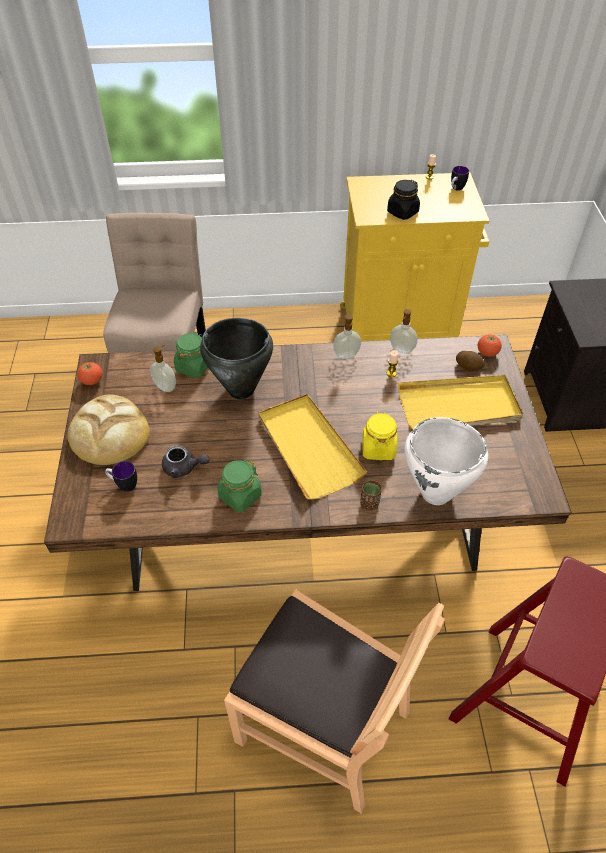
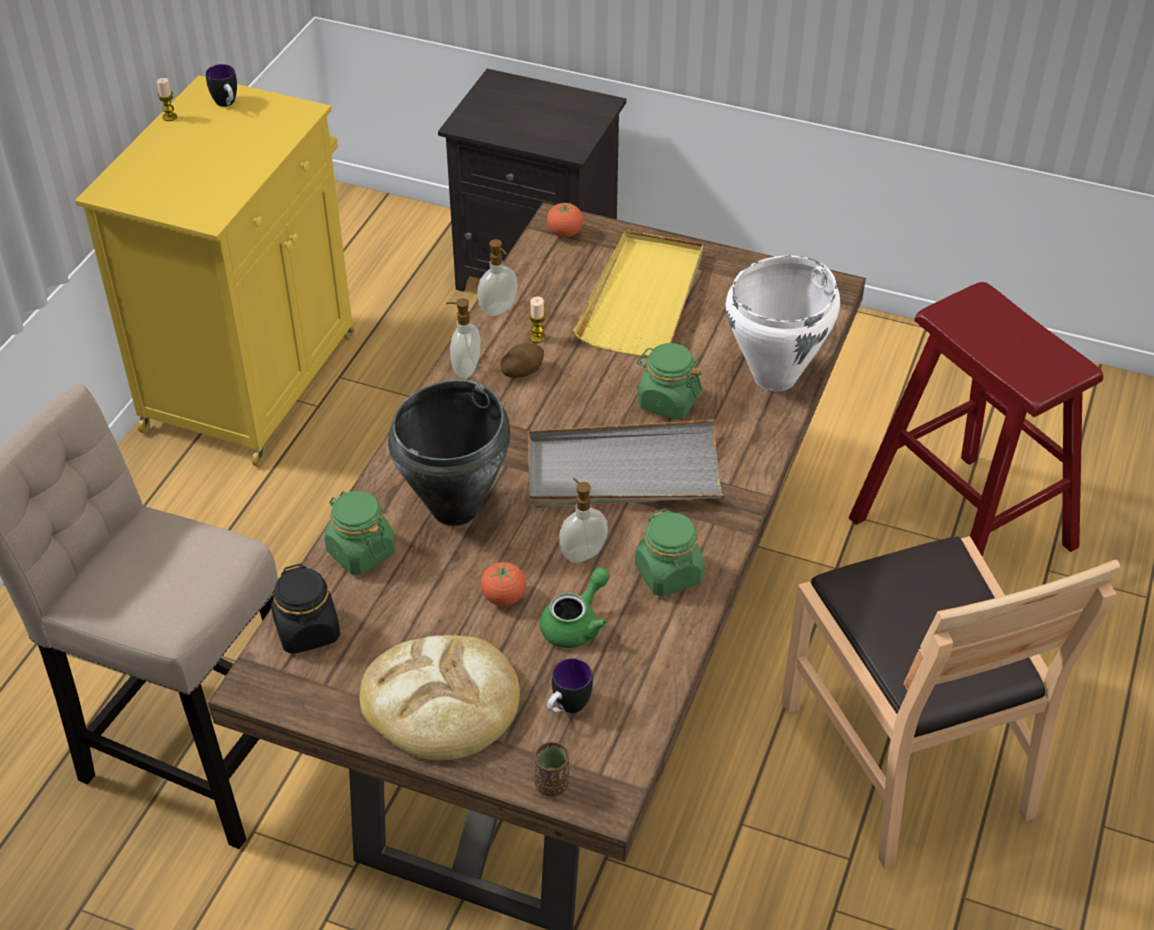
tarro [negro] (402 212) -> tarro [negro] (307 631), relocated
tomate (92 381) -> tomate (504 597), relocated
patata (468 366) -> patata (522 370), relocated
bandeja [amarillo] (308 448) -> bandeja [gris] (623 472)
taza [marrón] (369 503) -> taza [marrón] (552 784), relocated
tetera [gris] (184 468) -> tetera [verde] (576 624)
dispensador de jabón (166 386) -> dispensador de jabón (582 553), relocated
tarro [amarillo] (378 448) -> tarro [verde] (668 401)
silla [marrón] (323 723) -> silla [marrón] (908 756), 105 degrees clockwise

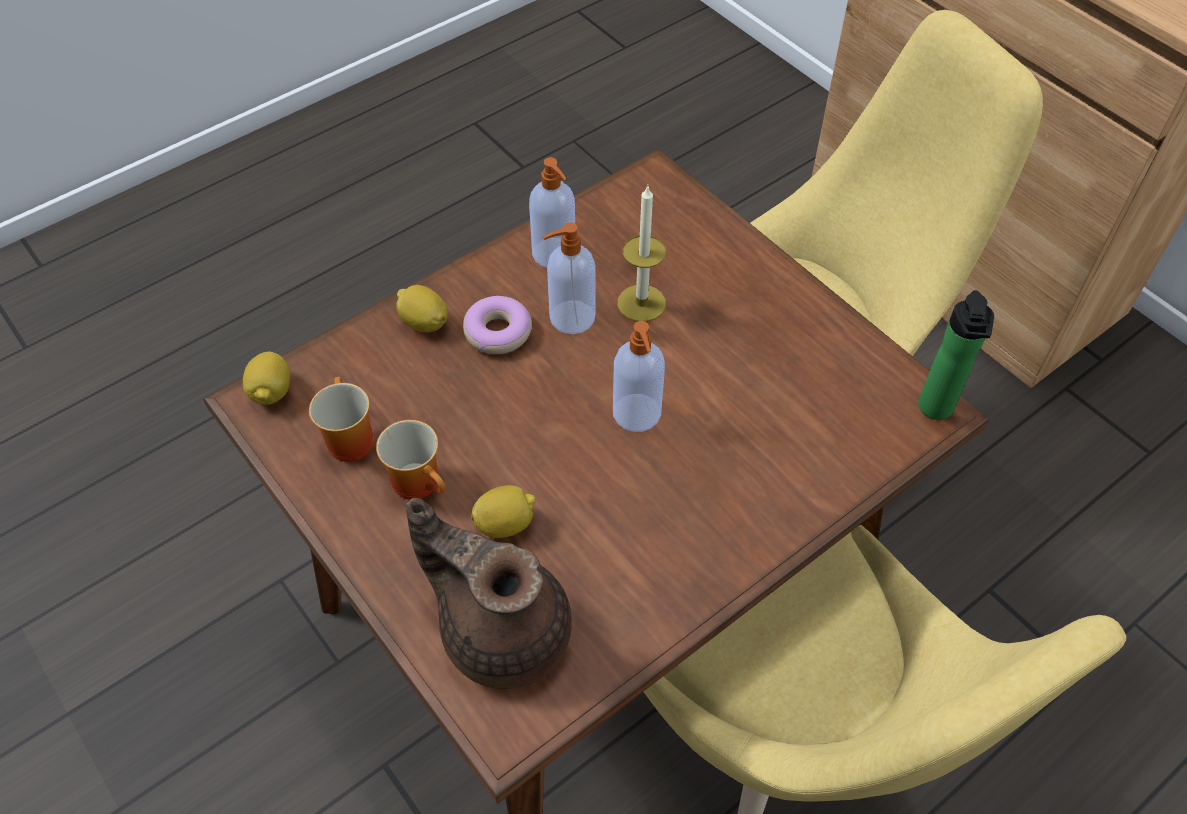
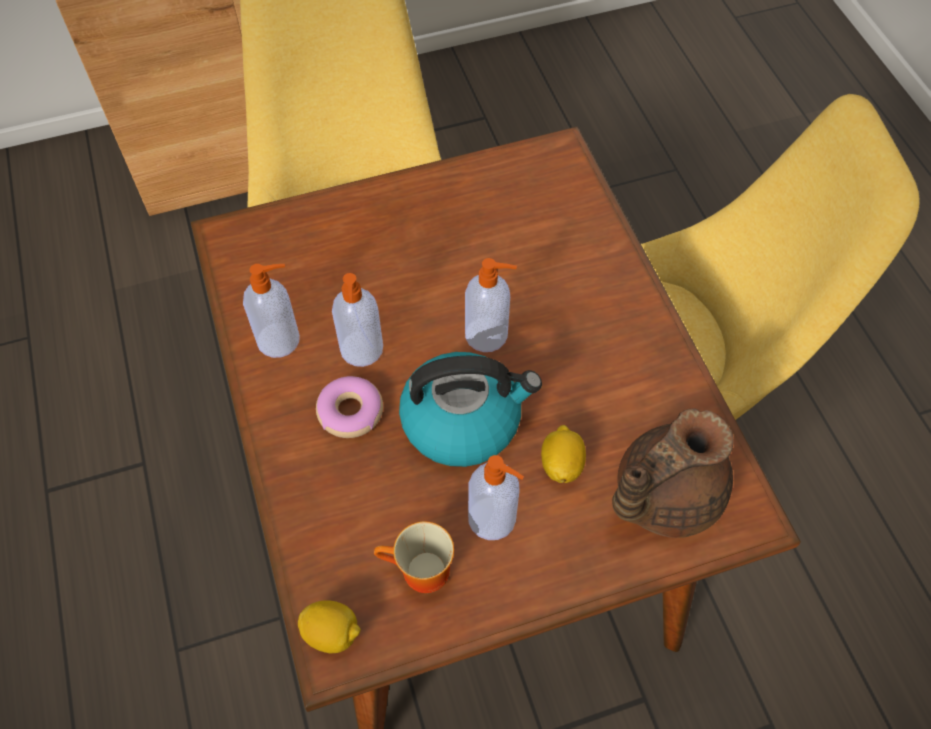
none -> hervidor (463 420)
taza grande (421 481) -> dispensador de jabón (493 519)
limón (424 322) -> none
vela (641 303) -> none
botella (935 411) -> none

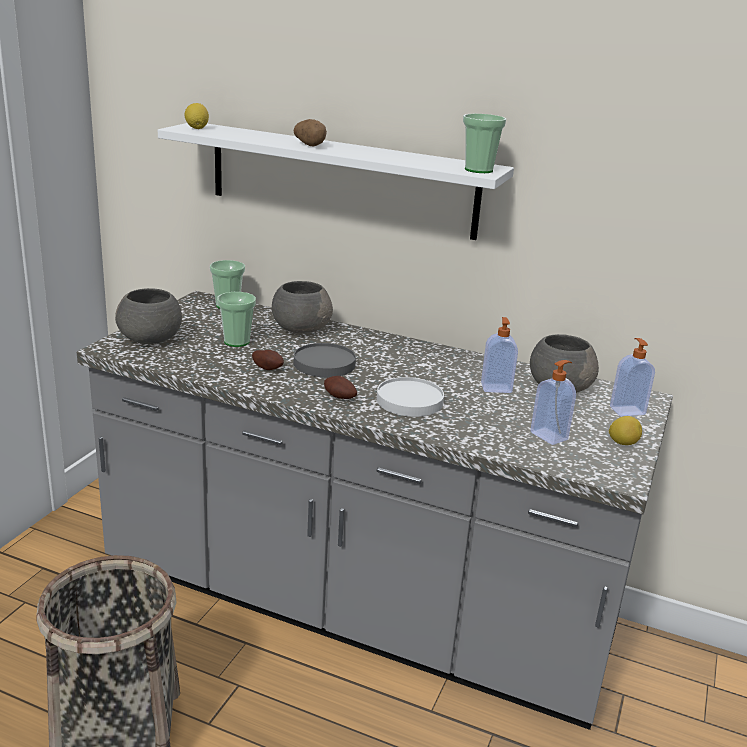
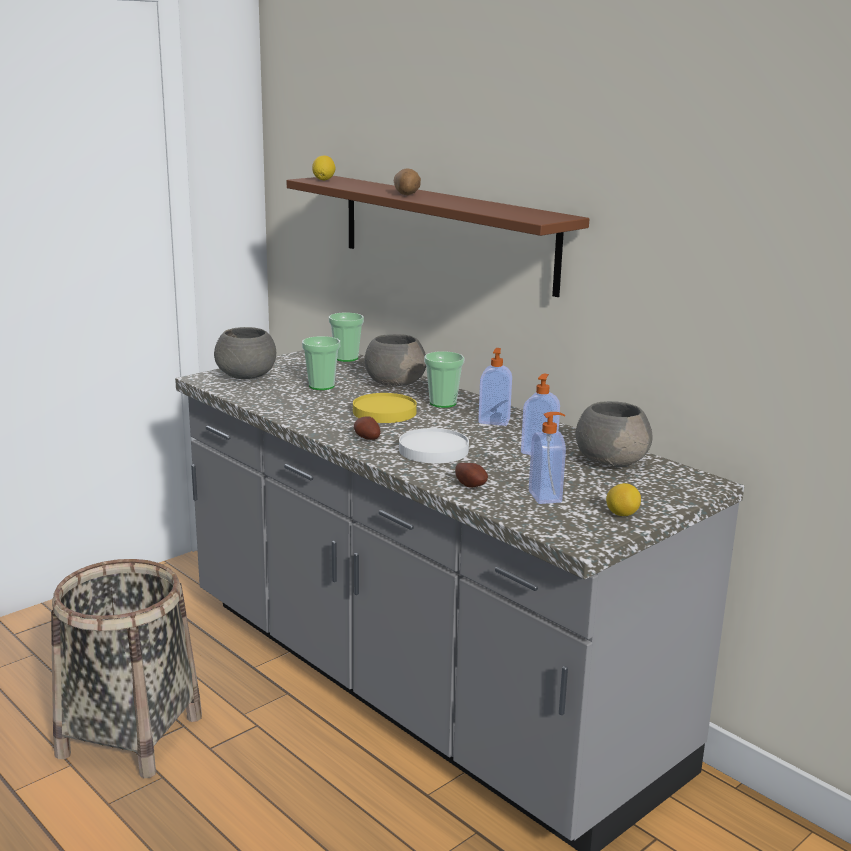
estante [blanco] (341 179) -> estante [marrón] (445 232)
plato [gris] (324 364) -> plato [amarillo] (384 412)
taza (478 170) -> taza (443 403), relocated
patata (268 368) -> patata (471 485), relocated
dispensador de jabón (626 410) -> dispensador de jabón (494 421), relocated

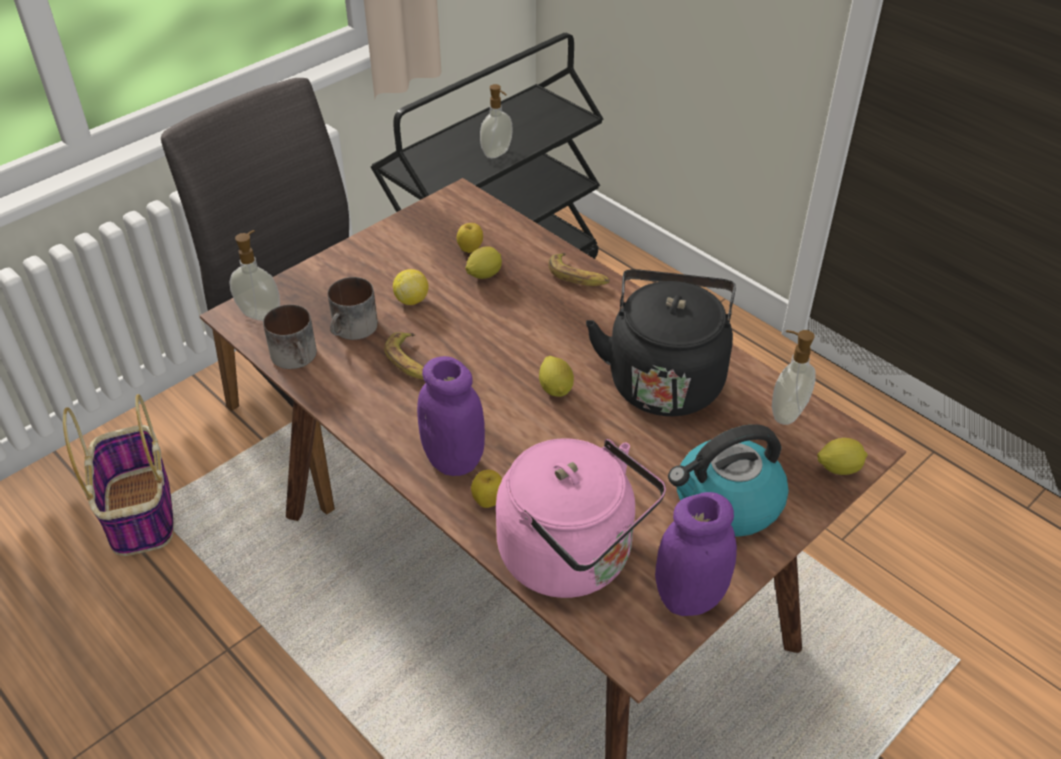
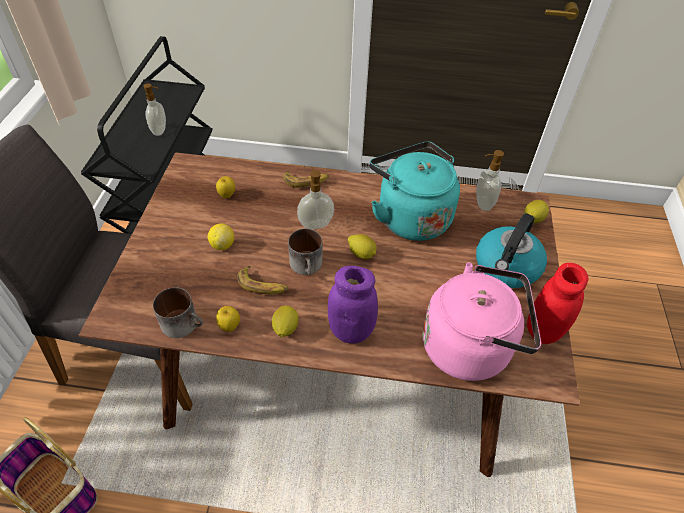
manzana (488 501) -> manzana (229 326), relocated
limón (483 275) -> limón (285 328), relocated
taza grande (353 329) -> taza grande (308 266), relocated
dispensador de jabón (260 313) -> dispensador de jabón (315 224), relocated
hervidor [negro] (664 378) -> hervidor [turquesa] (410 216)
tarro [morado] (689 598) -> tarro [rojo] (543 330)

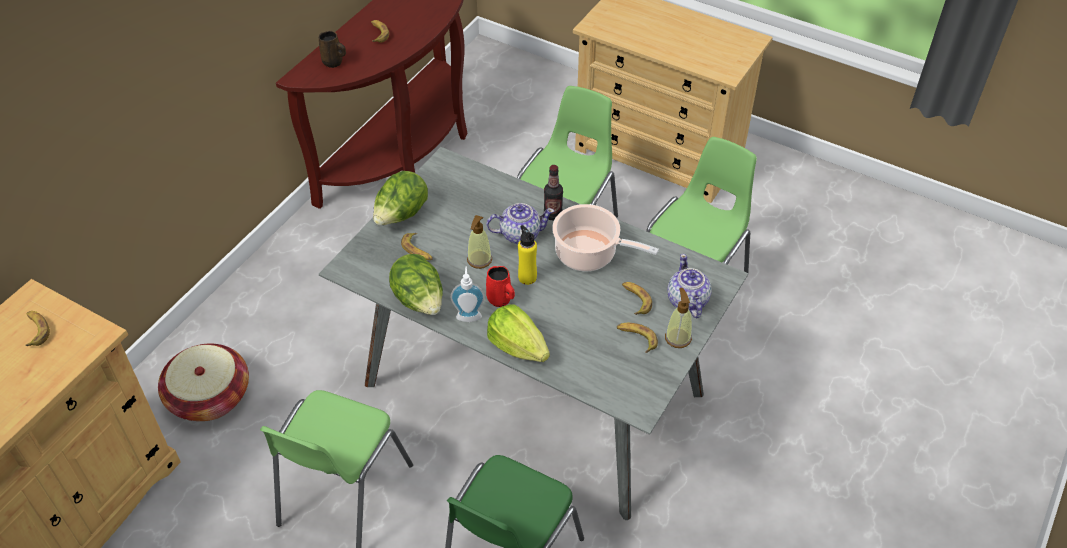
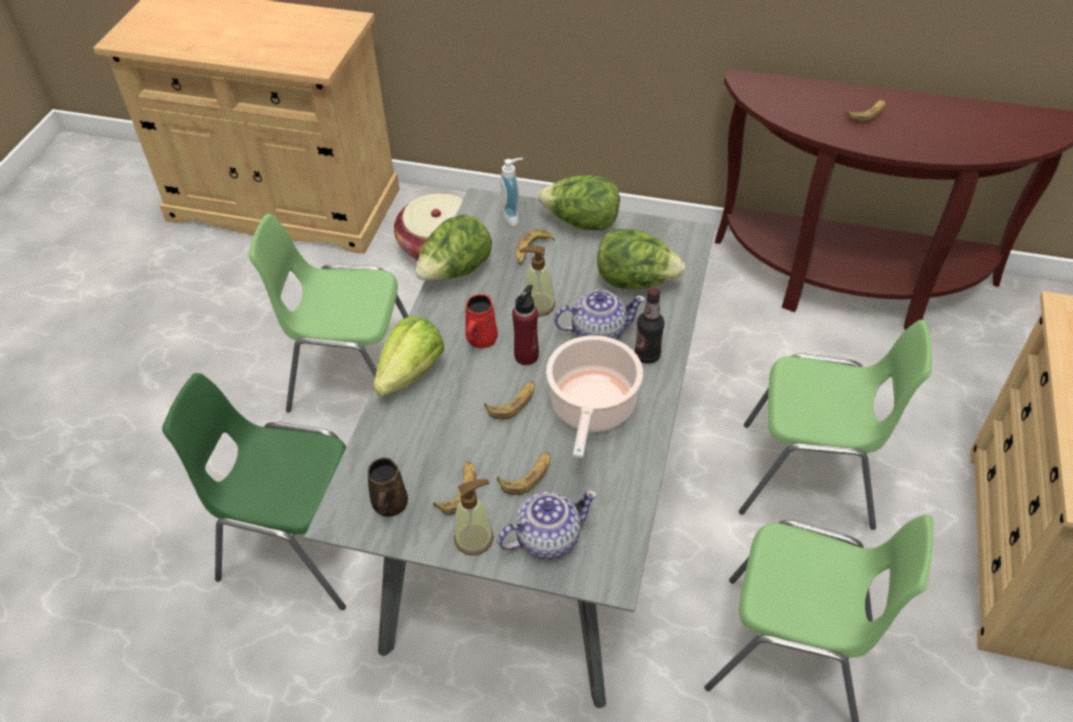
taza grande [marrón] (333 62) -> taza grande [marrón] (389 505), relocated
plátano (36 330) -> plátano (513 402), relocated
dispensador de jabón (468 314) -> dispensador de jabón (514 216), relocated
botella [amarillo] (527 277) -> botella [rojo] (526 356)
tetera (519 234) -> tetera (597 331), 75 degrees counterclockwise
none -> lechuga (635 281)

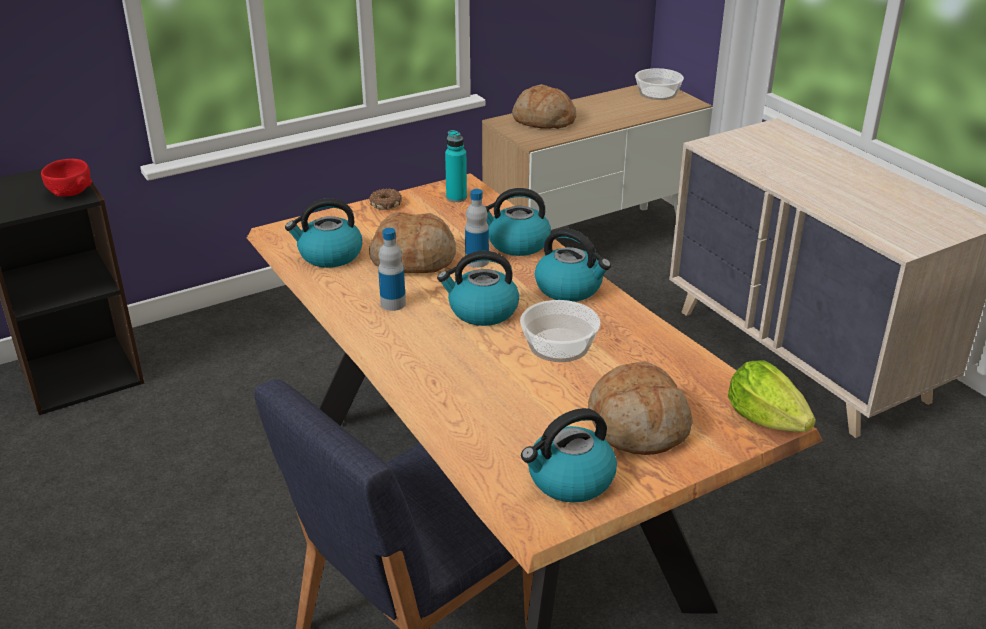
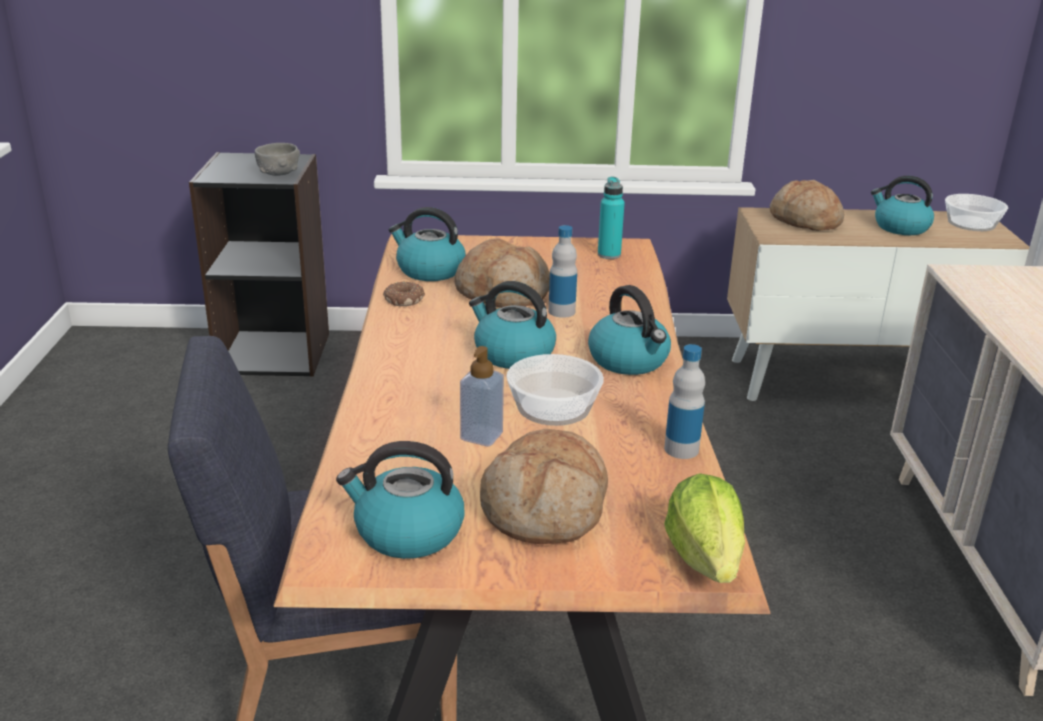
cuenco [rojo] (70 193) -> cuenco [gris] (279 174)
rosquilla (385 204) -> rosquilla (404 299), relocated
none -> dispensador de jabón (481 436)
botella (393 304) -> botella (681 449), relocated
hervidor (517 244) -> hervidor (900 227), relocated

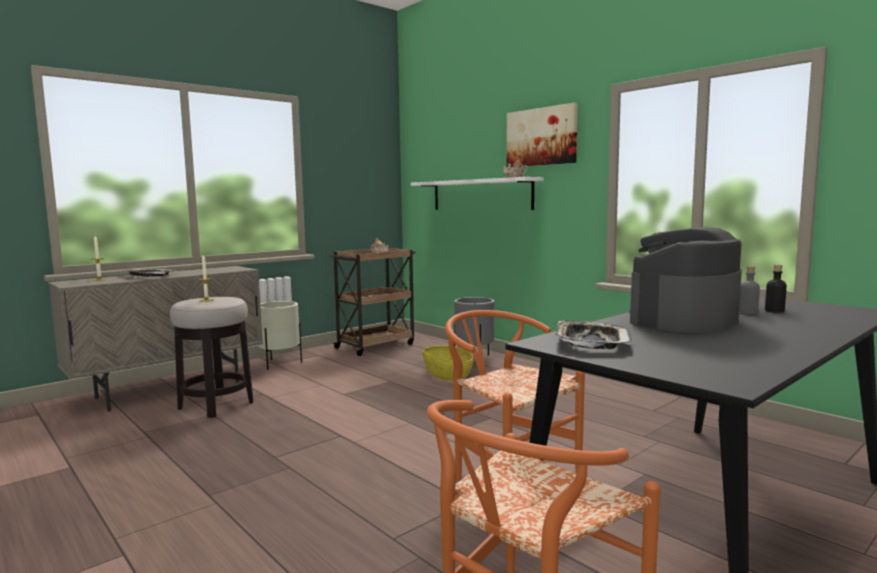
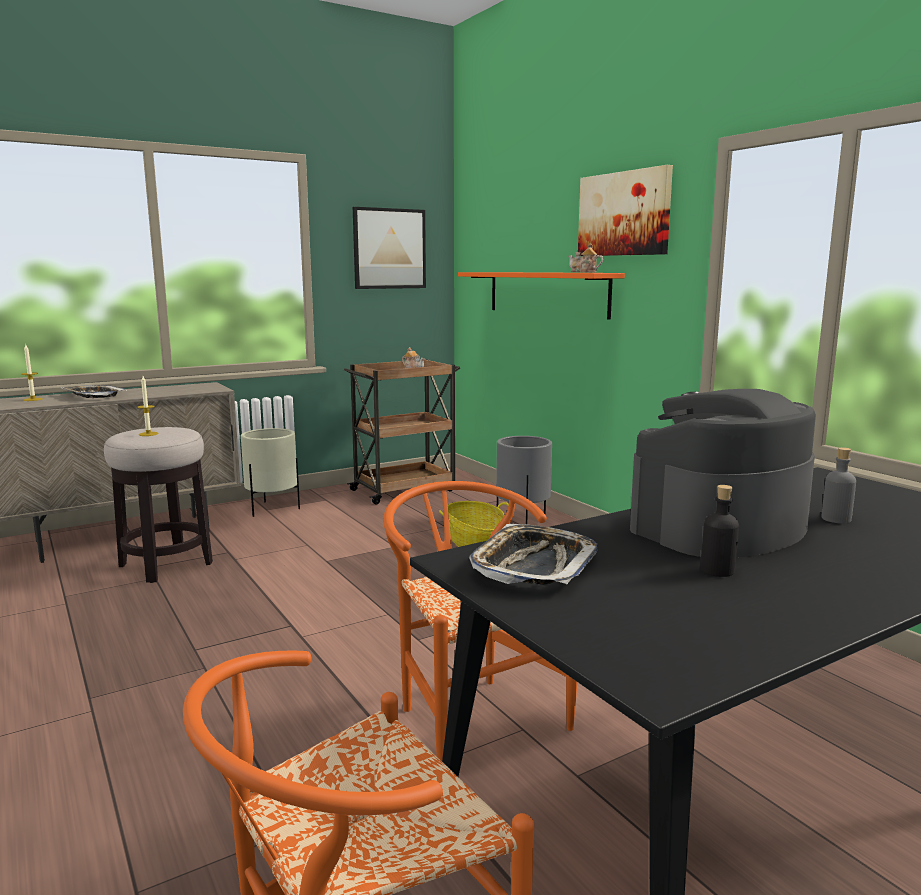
none -> cuadro (389 248)
estante [blanco] (480 195) -> estante [naranja] (546 293)
botella [negro] (774 310) -> botella [negro] (717 570), relocated

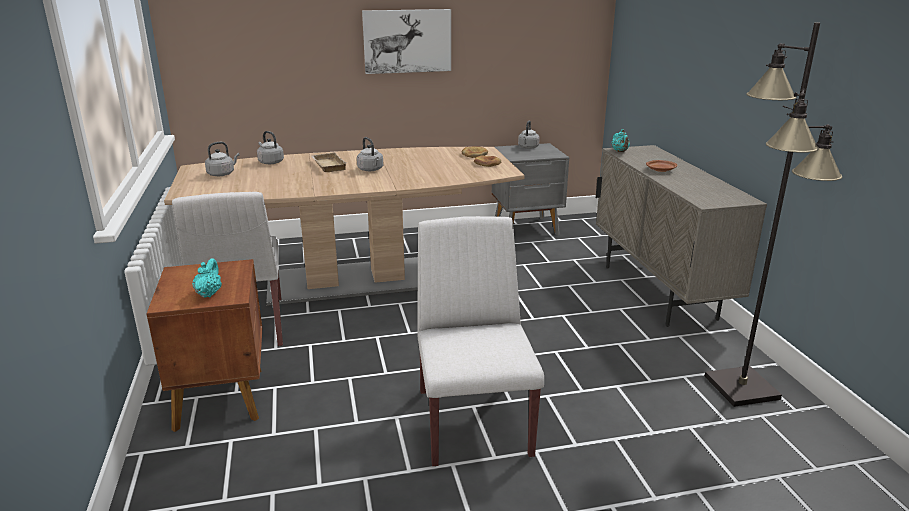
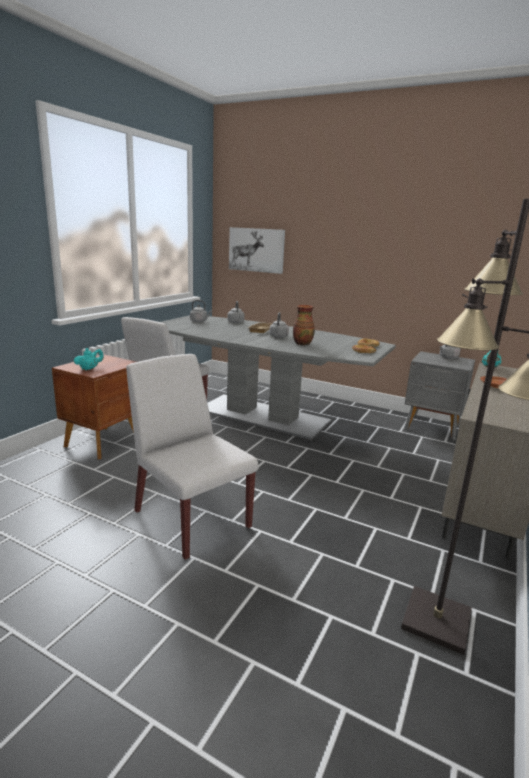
silla [blanco] (473 421) -> silla [blanco] (191 518), 75 degrees counterclockwise
mesa de comedor [marrón] (355 280) -> mesa de comedor [gris] (262 415)
cuadro (407 41) -> cuadro (256 250), relocated
none -> florero (302 343)

